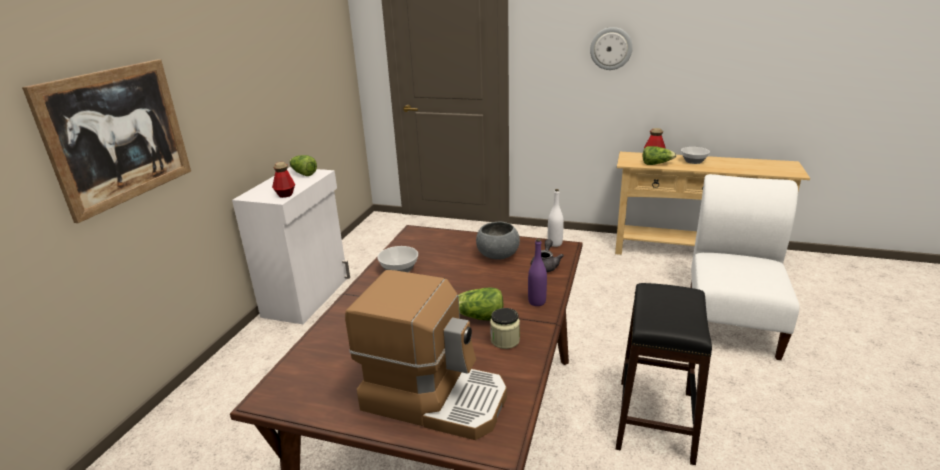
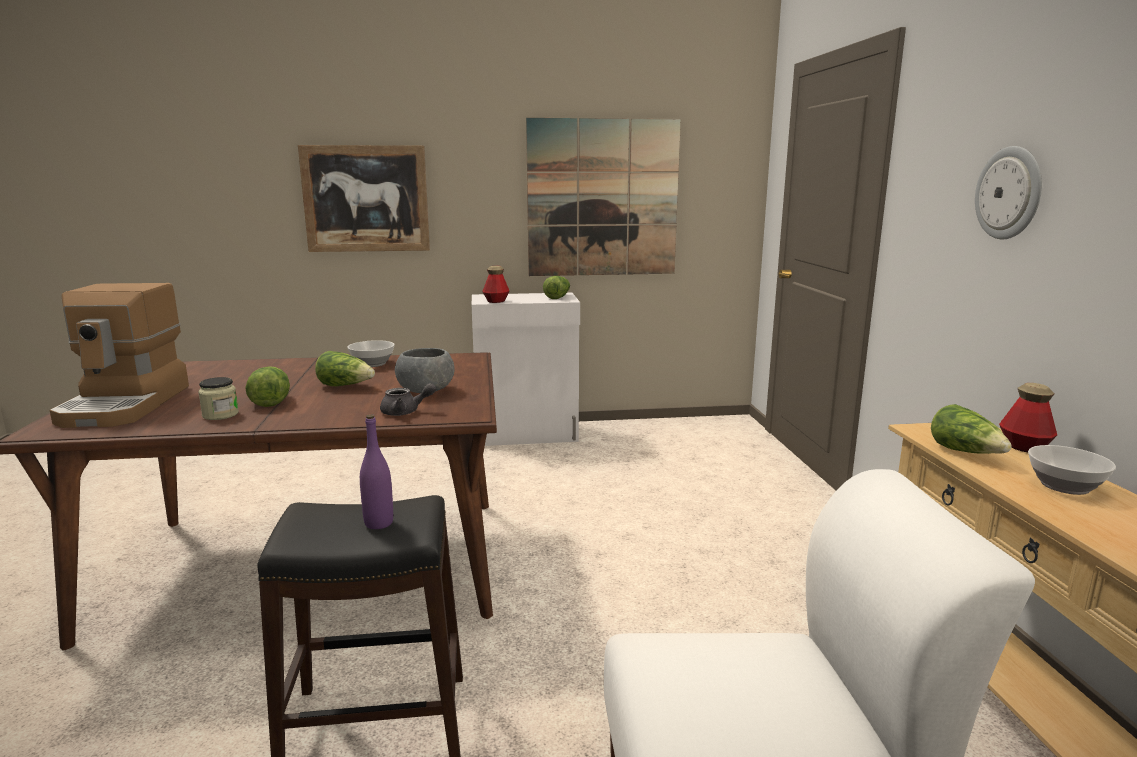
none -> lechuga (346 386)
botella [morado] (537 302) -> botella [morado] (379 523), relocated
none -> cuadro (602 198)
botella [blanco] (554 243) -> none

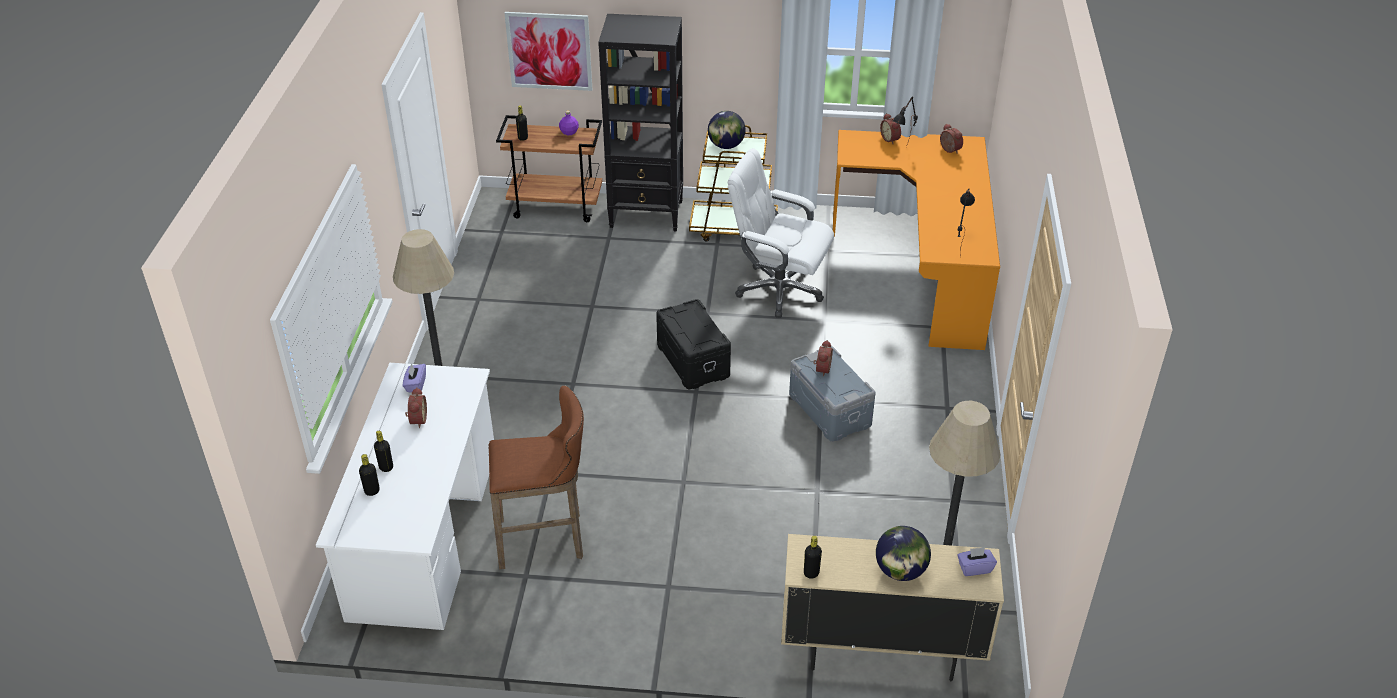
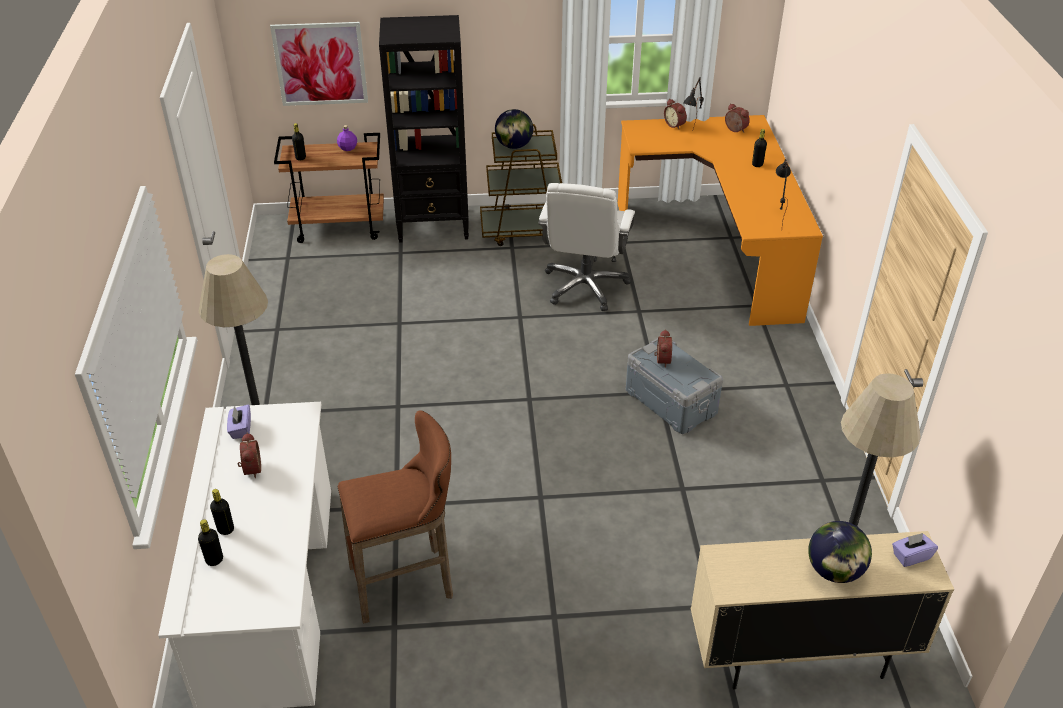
silla de oficina [blanco] (778 290) -> silla de oficina [blanco] (585 286), 90 degrees counterclockwise
botella [negro] (811 573) -> botella [negro] (757 164), relocated
caja de almacenaje [negro] (693 360) -> none

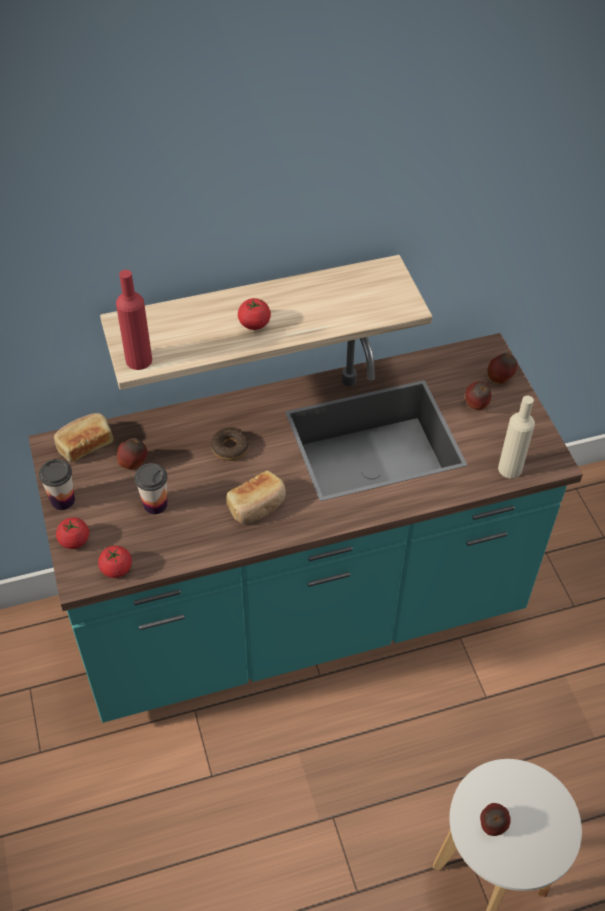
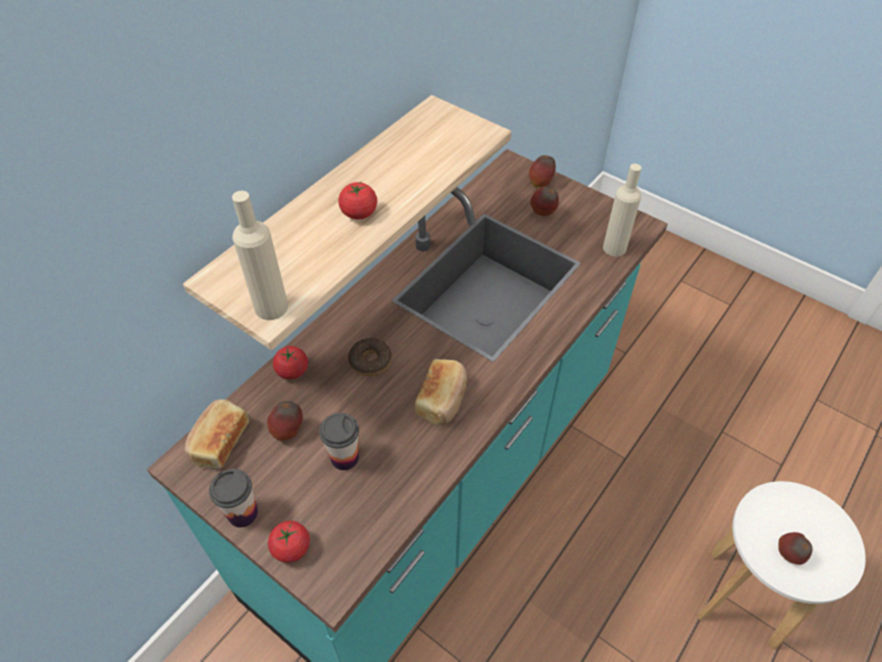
botella [rojo] (139 360) -> botella [beis] (271 307)
tomate (116 569) -> tomate (292 371), relocated

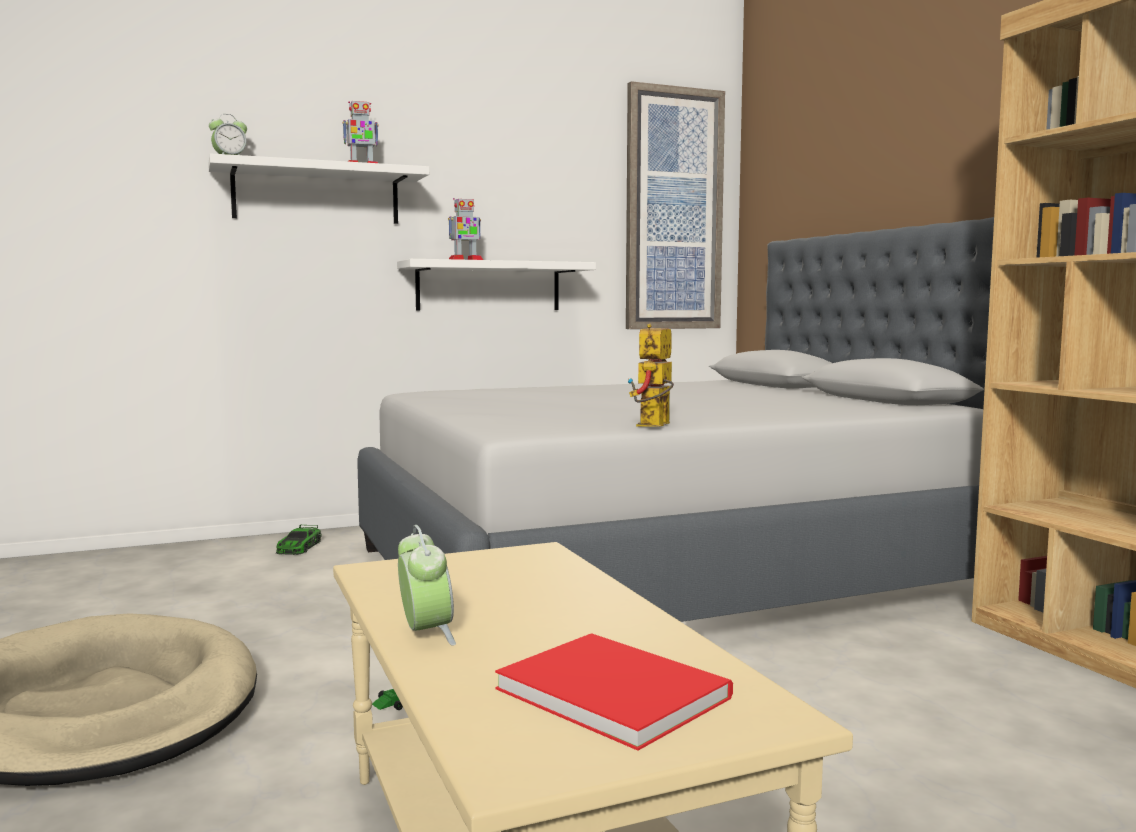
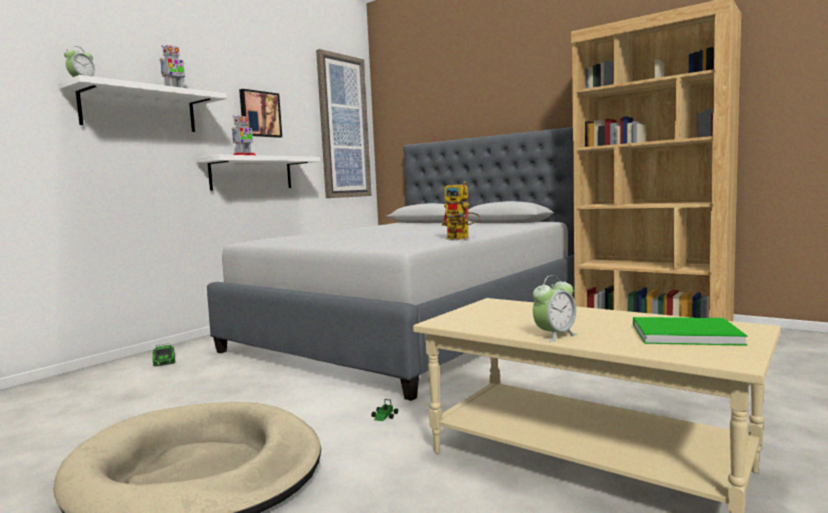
none -> cuadro (259 114)
robot de juguete (654 426) -> robot de juguete (462 238), 45 degrees counterclockwise
despertador (426 634) -> despertador (554 335), 105 degrees clockwise
libro [rojo] (611 690) -> libro [verde] (681 333)

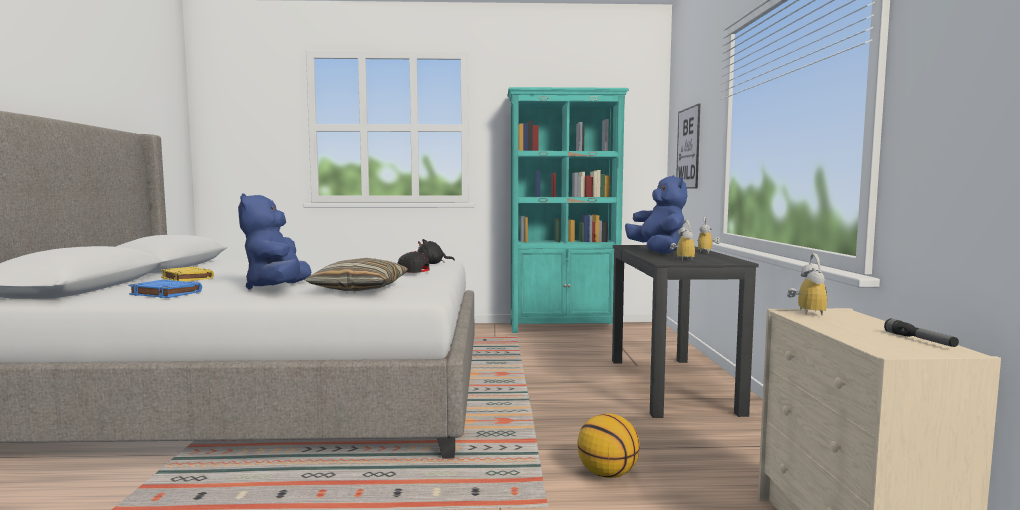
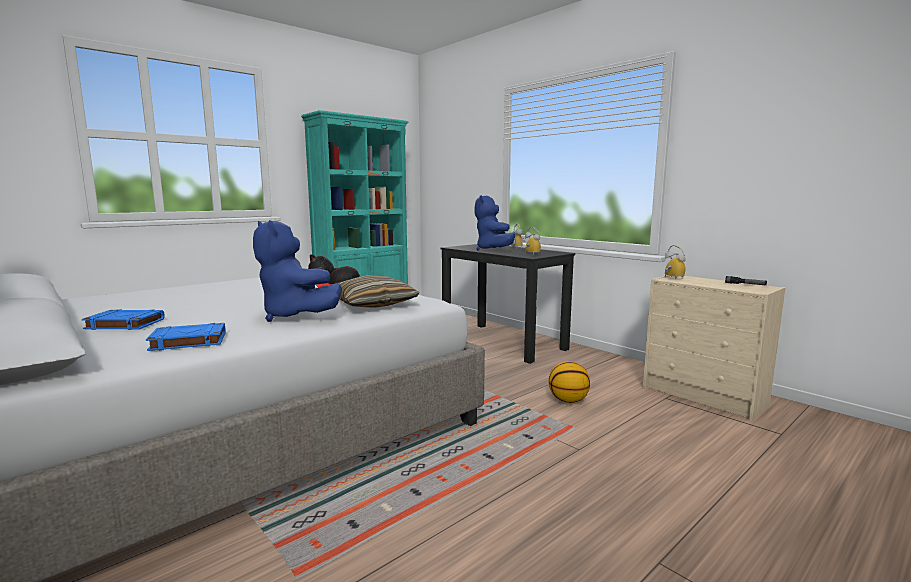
libro [amarillo] (186 278) -> libro [azul] (124 324)
peluche [azul] (658 252) -> peluche [azul] (493 250), 135 degrees counterclockwise
cuadro (688 148) -> none

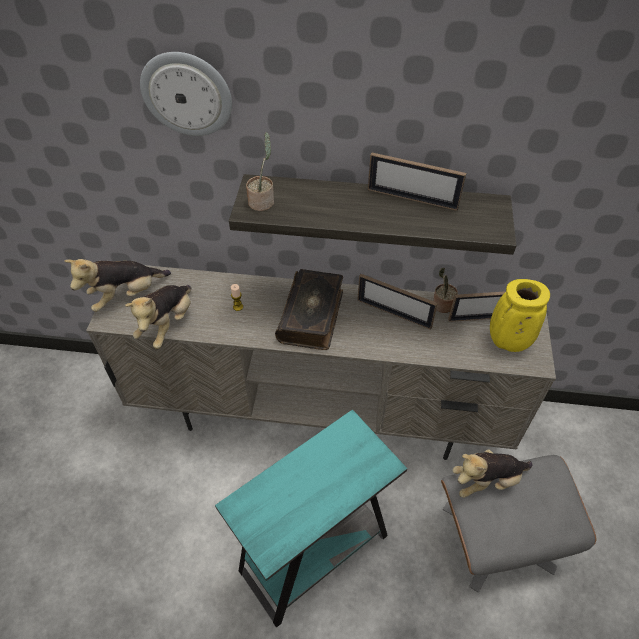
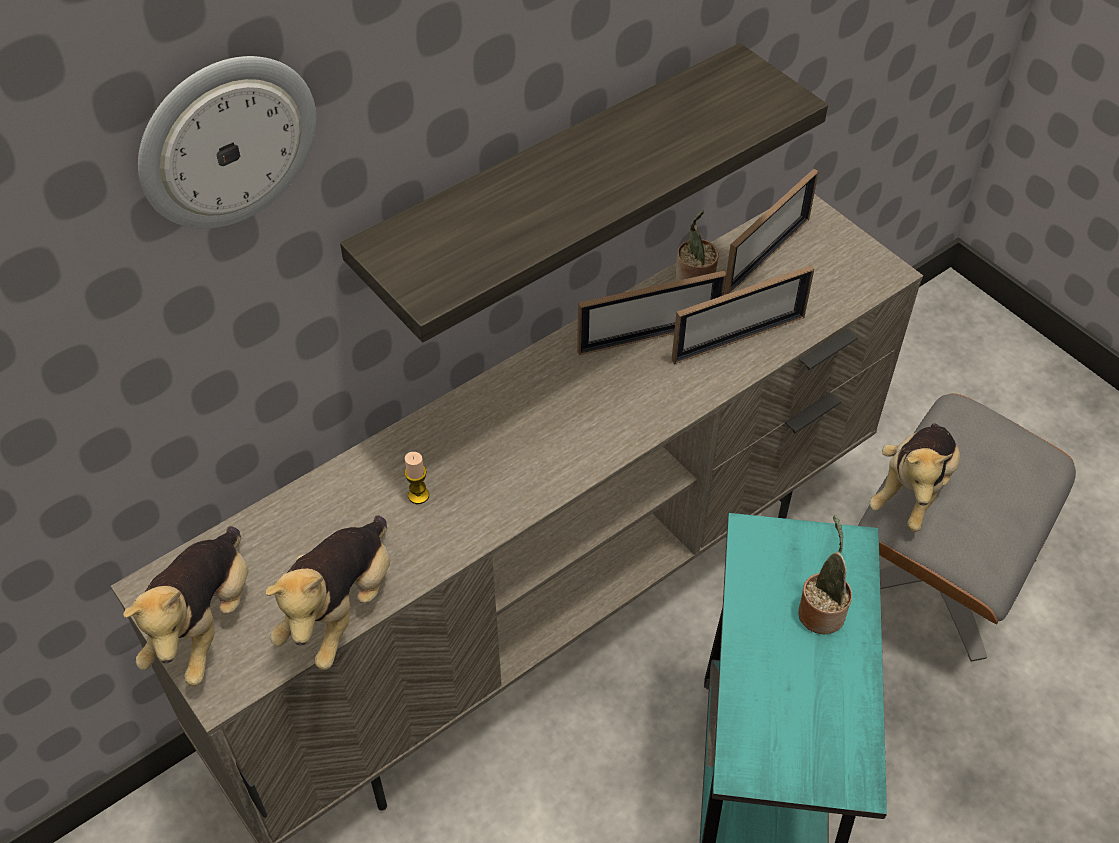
peluche (168 324) -> peluche (340 608), 45 degrees clockwise
portarretratos (412 199) -> portarretratos (738 338), relocated
planta en maceta (262 201) -> planta en maceta (820 611), relocated
libro (312 316) -> none
florero [amarillo] (507 342) -> none

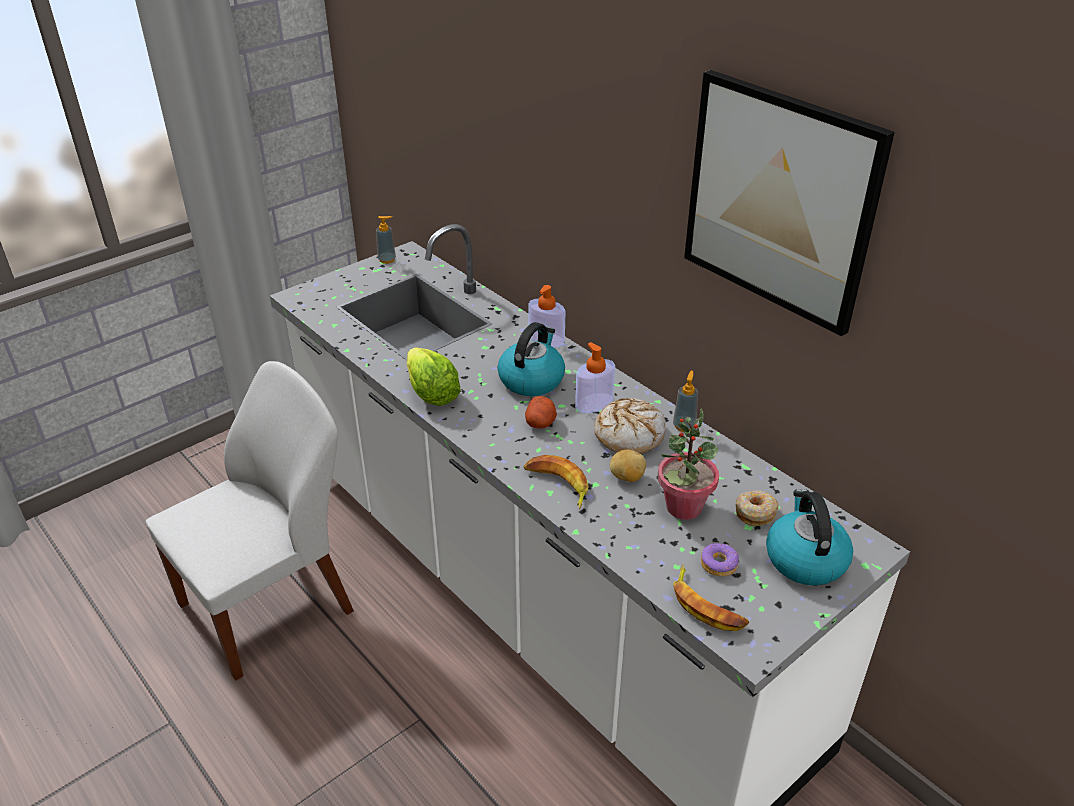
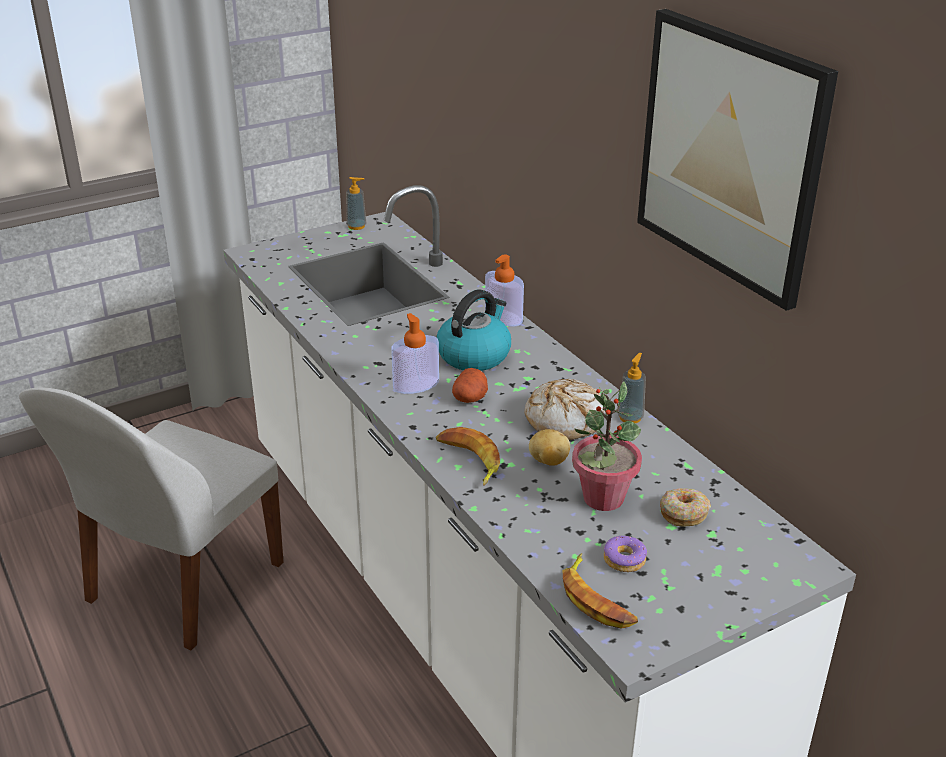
silla [blanco] (271 605) -> silla [blanco] (181 585), 150 degrees clockwise
dispensador de jabón (594 403) -> dispensador de jabón (416 385), relocated
lechuga (432 394) -> none
hervidor (804 559) -> none

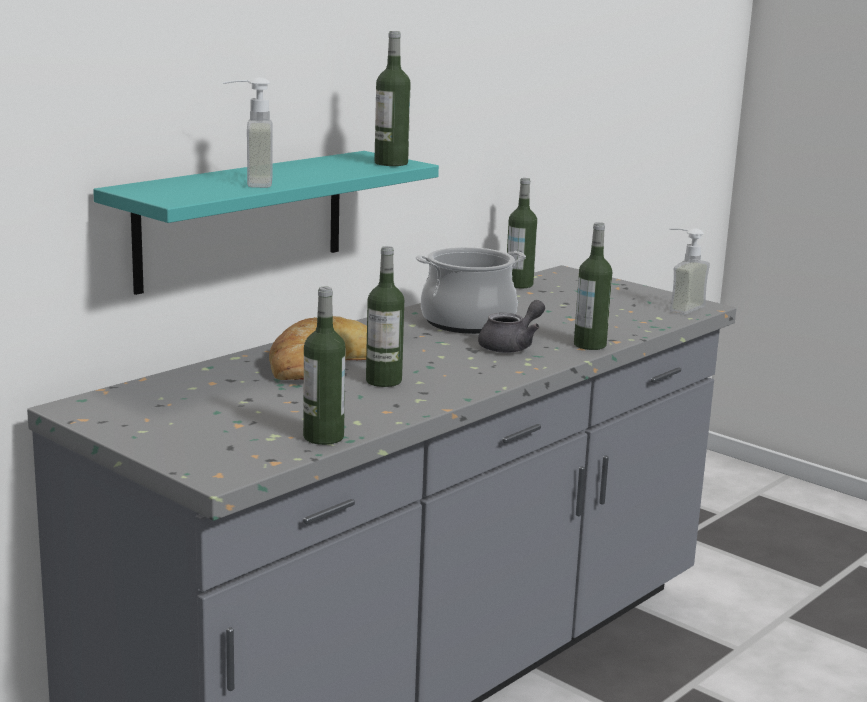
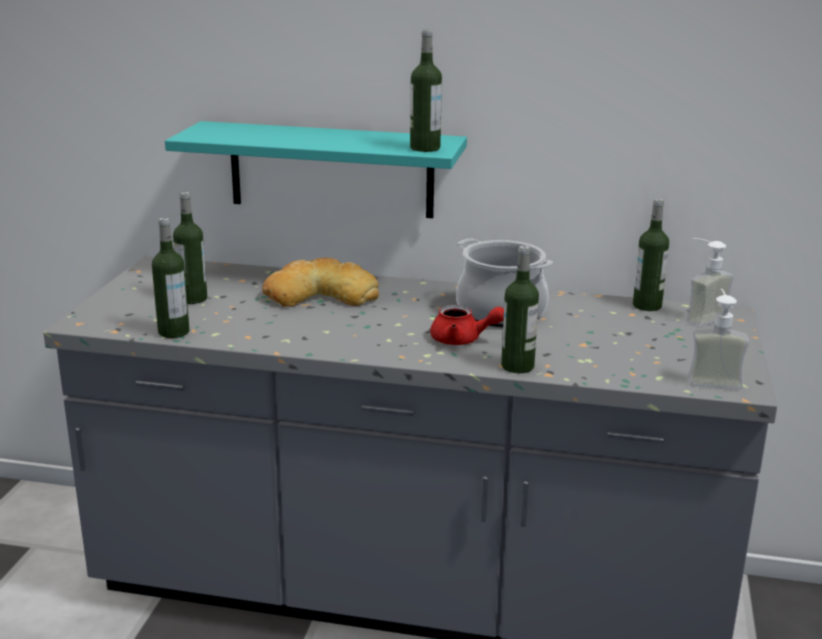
botella (383 381) -> botella (193 298), relocated
tetera [gris] (511 346) -> tetera [rojo] (462 340)
dispensador de jabón (247 182) -> dispensador de jabón (699 317), relocated

